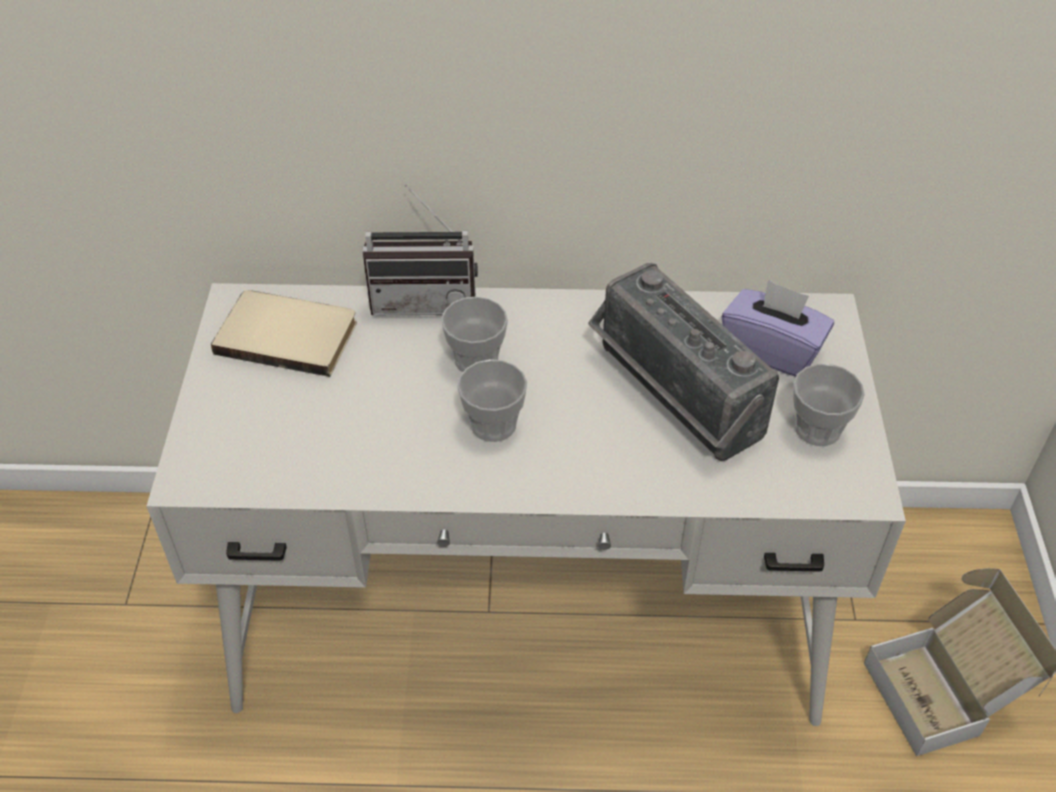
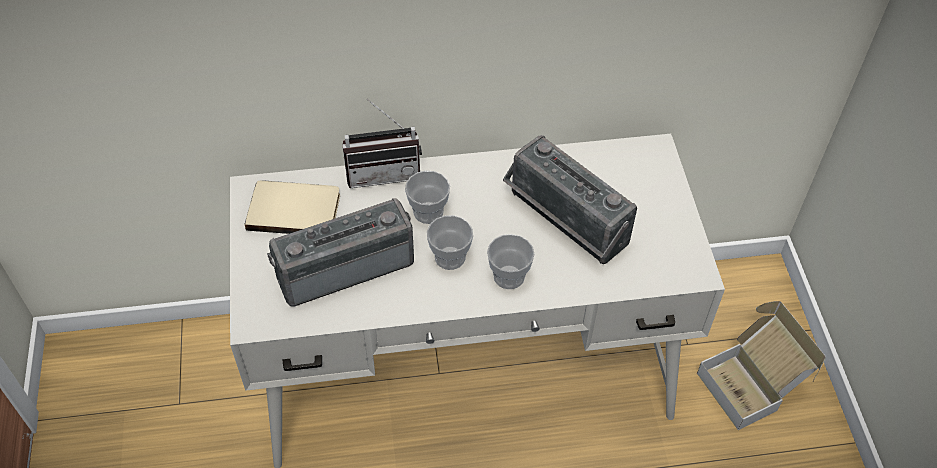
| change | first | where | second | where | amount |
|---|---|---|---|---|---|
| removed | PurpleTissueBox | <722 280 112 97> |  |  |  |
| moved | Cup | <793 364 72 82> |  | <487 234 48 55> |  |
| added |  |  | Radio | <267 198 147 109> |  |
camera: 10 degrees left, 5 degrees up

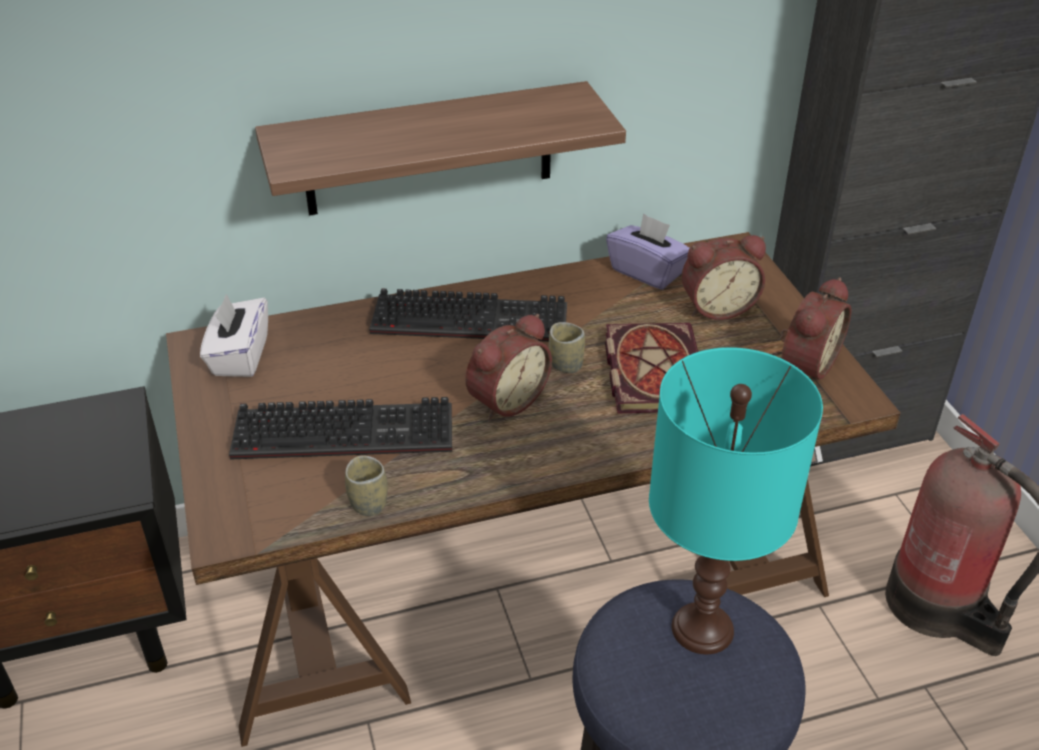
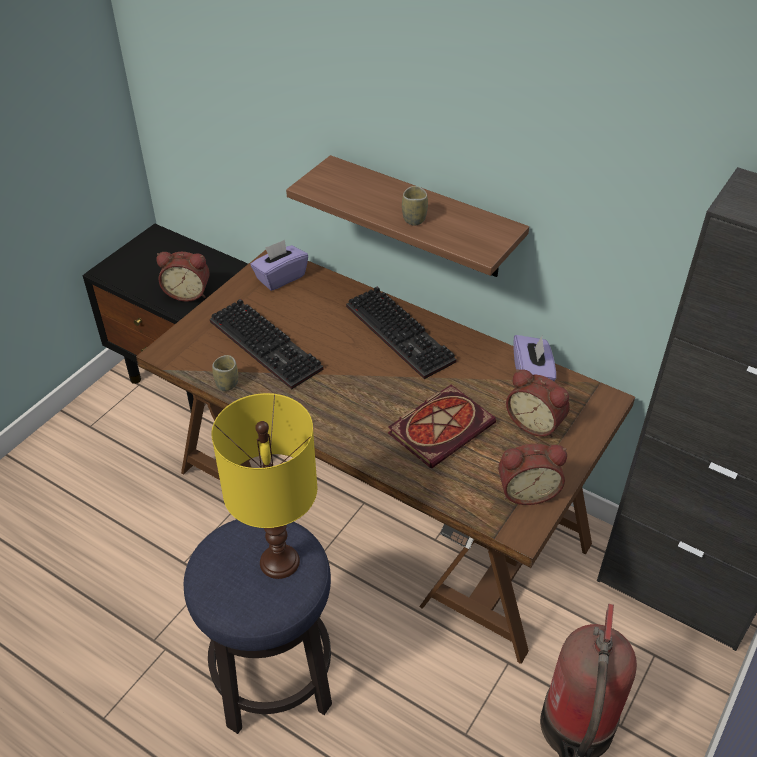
| change | first | where | second | where | amount |
|---|---|---|---|---|---|
| recoloured | WhiteTissueBox | <200 294 68 83> | PurpleTissueBox | <250 240 58 51> |  |
| moved | AlarmClock | <465 314 87 107> |  | <156 252 54 50> |  |
| moved | Cup | <549 322 36 51> |  | <402 186 26 40> |  |
| recoloured | TurquoiseTableLamp | <649 347 174 307> | YellowTableLamp | <211 393 106 186> |  |
camera: 50 degrees right, 5 degrees up

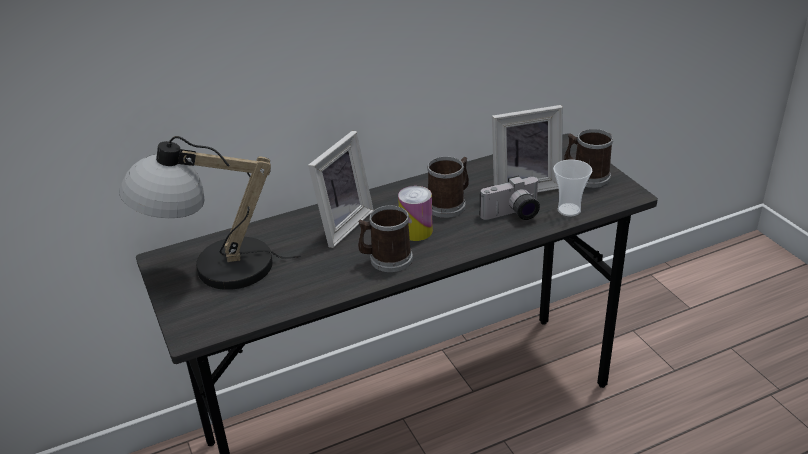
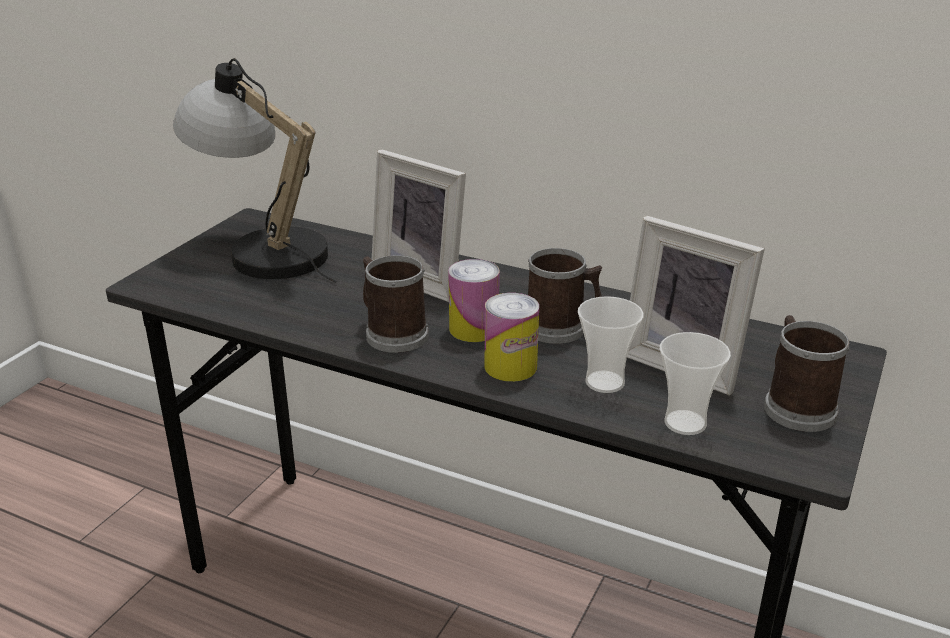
| change | first | where | second | where | amount |
|---|---|---|---|---|---|
| turned | PictureFrame | <308 131 66 117> |  | <372 149 94 153> | 45 degrees clockwise |
| replaced | PhotoCamera | <480 176 60 44> | Cup | <578 296 65 97> |  |
| added |  |  | Can | <485 293 54 89> |  |
camera: 50 degrees right, 5 degrees down

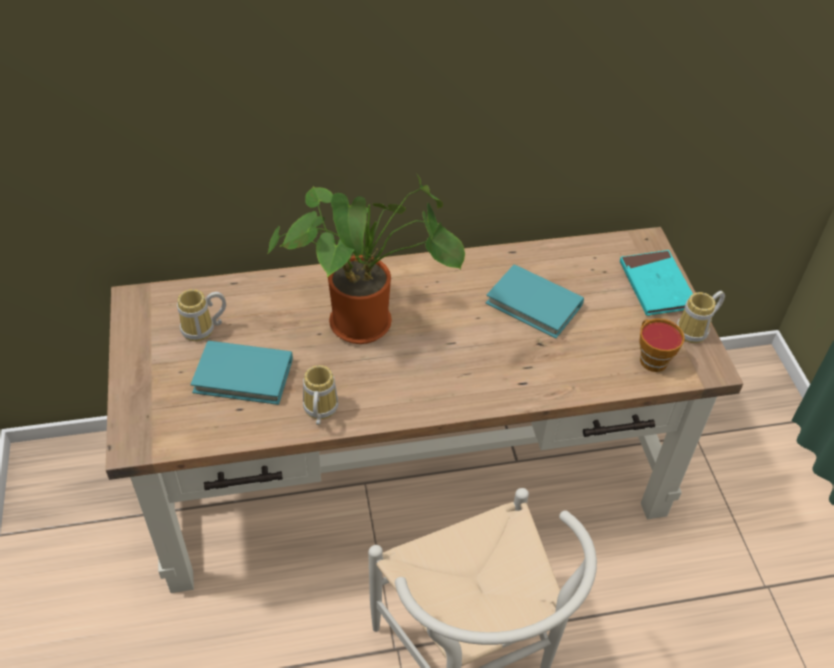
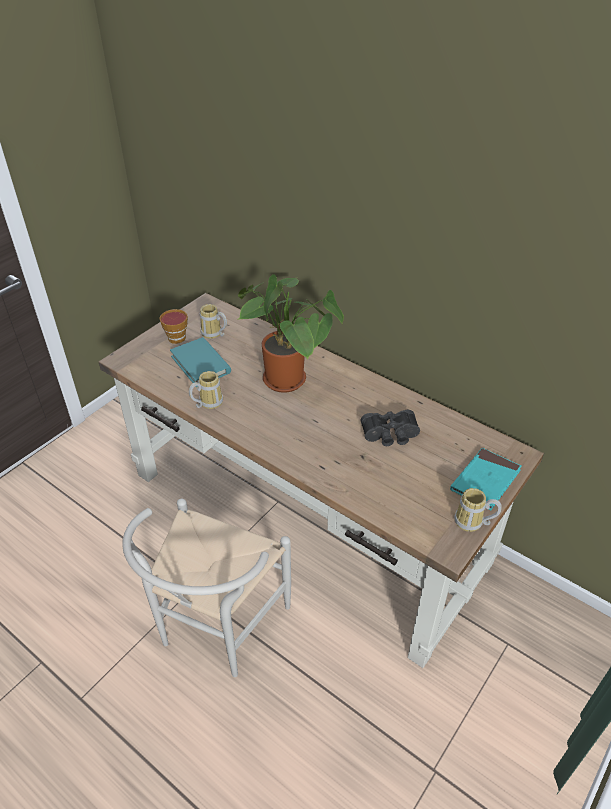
| change | first | where | second | where | amount |
|---|---|---|---|---|---|
| replaced | TurquoiseBook | <486 264 98 74> | BlackBinoculars | <361 410 59 36> |  |
| moved | Cup | <640 318 45 54> |  | <159 309 29 35> |  |
camera: 50 degrees right, 5 degrees down

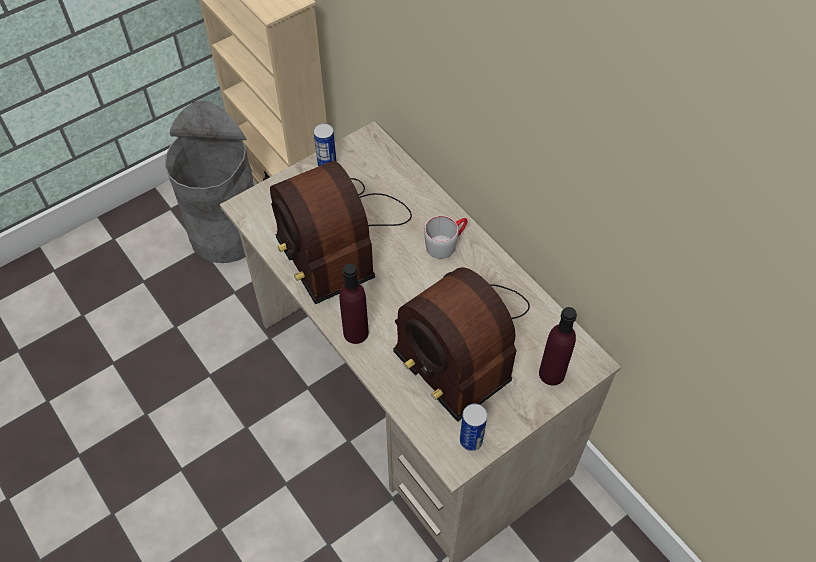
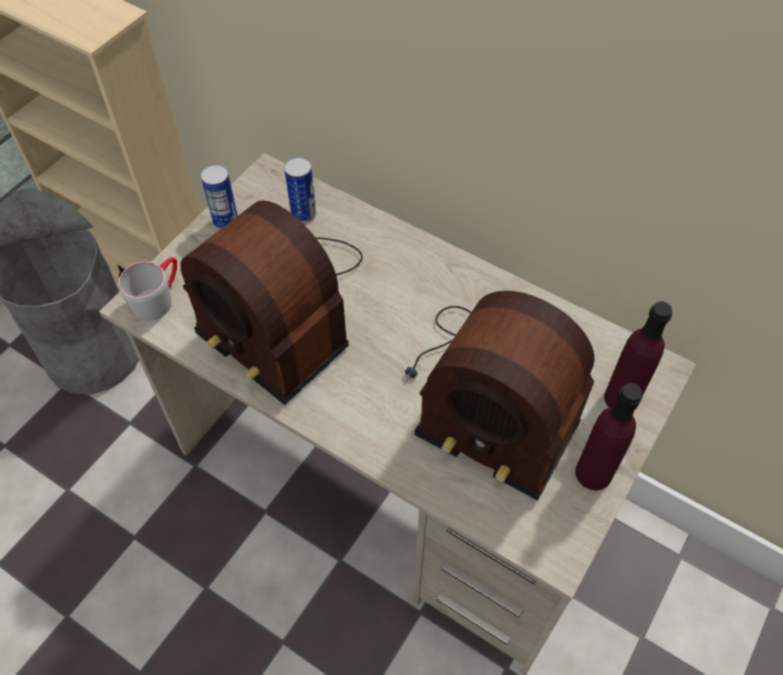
| change | first | where | second | where | amount |
|---|---|---|---|---|---|
| moved | GreyMug | <424 216 44 43> |  | <119 257 58 63> |  |
| moved | PurpleBottle | <339 263 30 81> |  | <575 383 68 107> |  |
| moved | Can | <460 404 27 47> |  | <284 157 32 66> |  |
camera: 20 degrees left, 0 degrees up

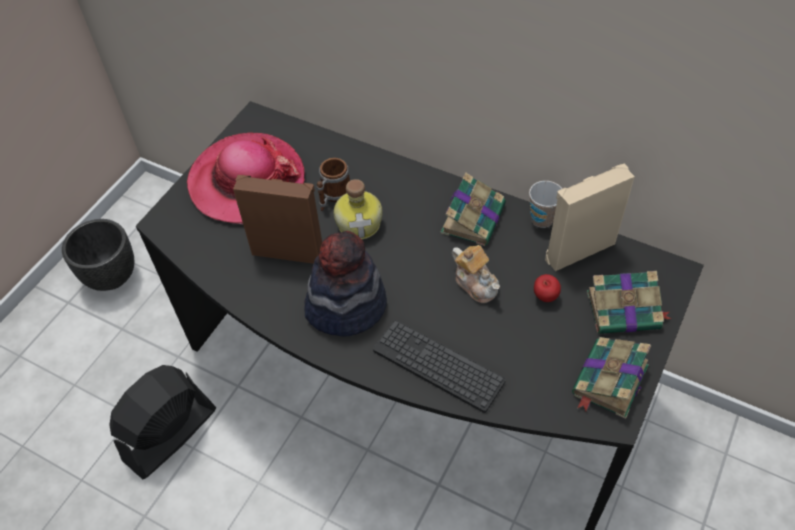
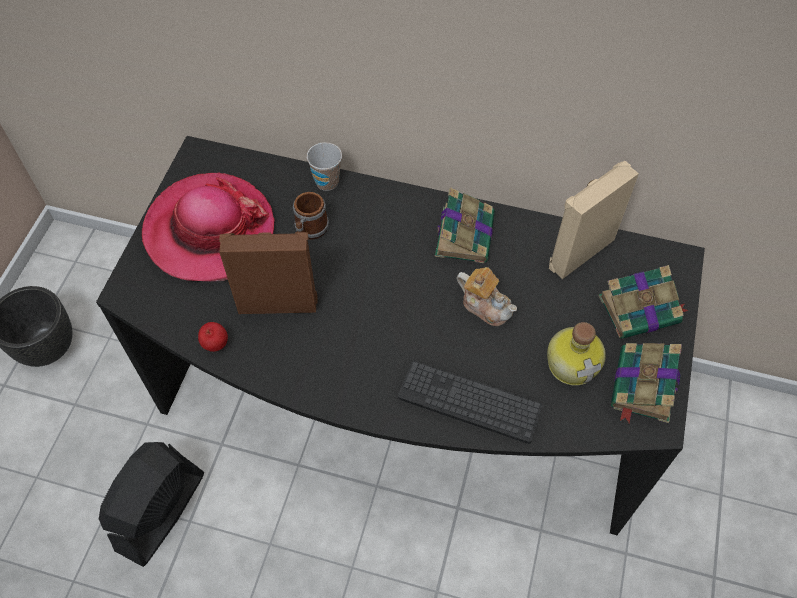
| change | first | where | second | where | amount |
|---|---|---|---|---|---|
| moved | Bottle | <333 179 49 61> |  | <547 322 59 64> |  |
| moved | Cup | <529 181 33 47> |  | <307 142 35 49> |  |
| removed | Hat | <304 231 83 106> |  |  |  |
| moved | Apple | <534 274 27 28> |  | <198 322 30 30> |  |
camera: 15 degrees left, 5 degrees up

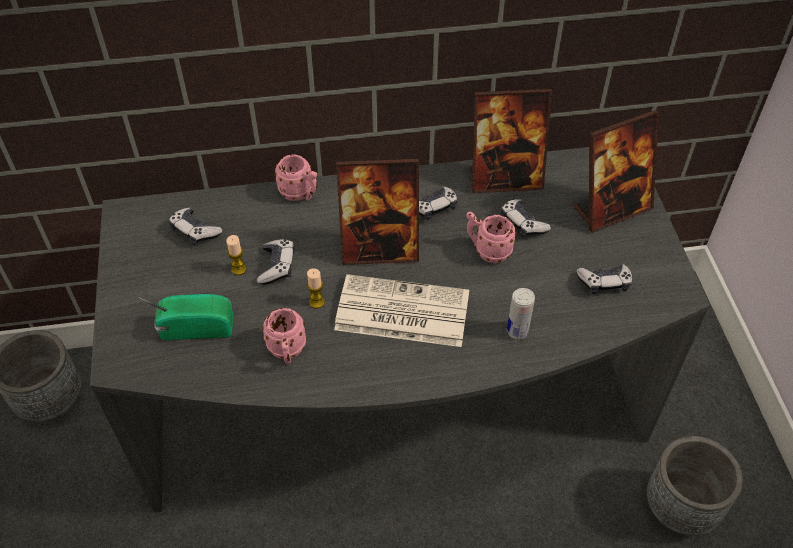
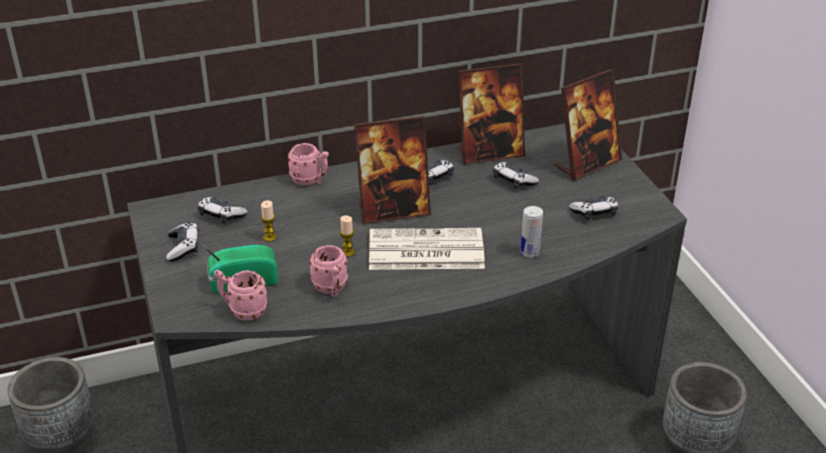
| change | first | where | second | where | amount |
|---|---|---|---|---|---|
| moved | PinkMug | <466 212 51 51> |  | <214 270 54 51> |  |
| moved | GameController | <257 239 38 46> |  | <166 222 33 40> |  |
camera: 10 degrees left, 15 degrees down

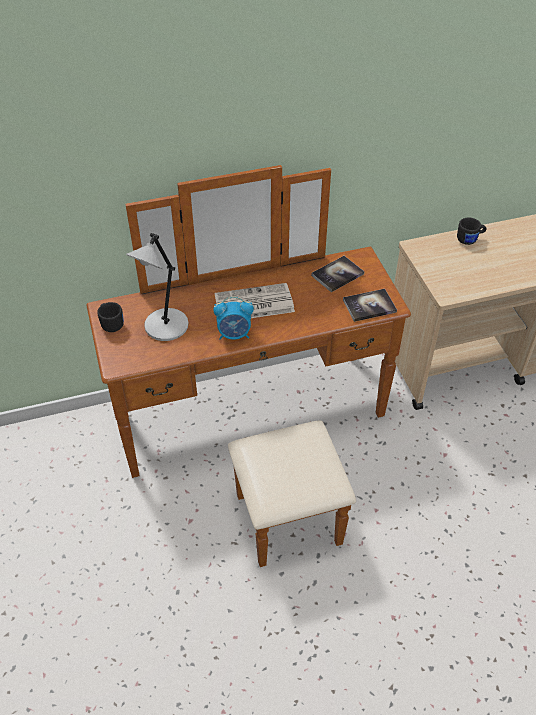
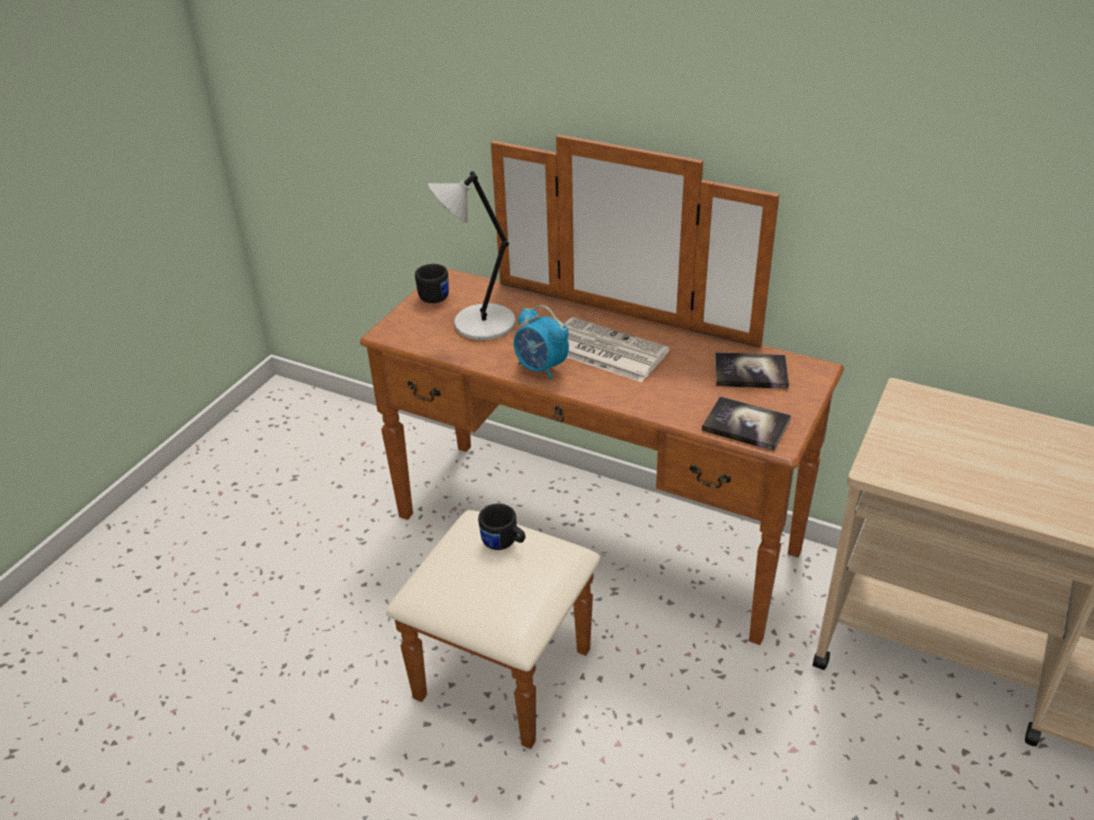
| change | first | where | second | where | amount |
|---|---|---|---|---|---|
| moved | BlackMug | <457 218 30 27> |  | <478 503 47 47> |  |
camera: 45 degrees right, 10 degrees down

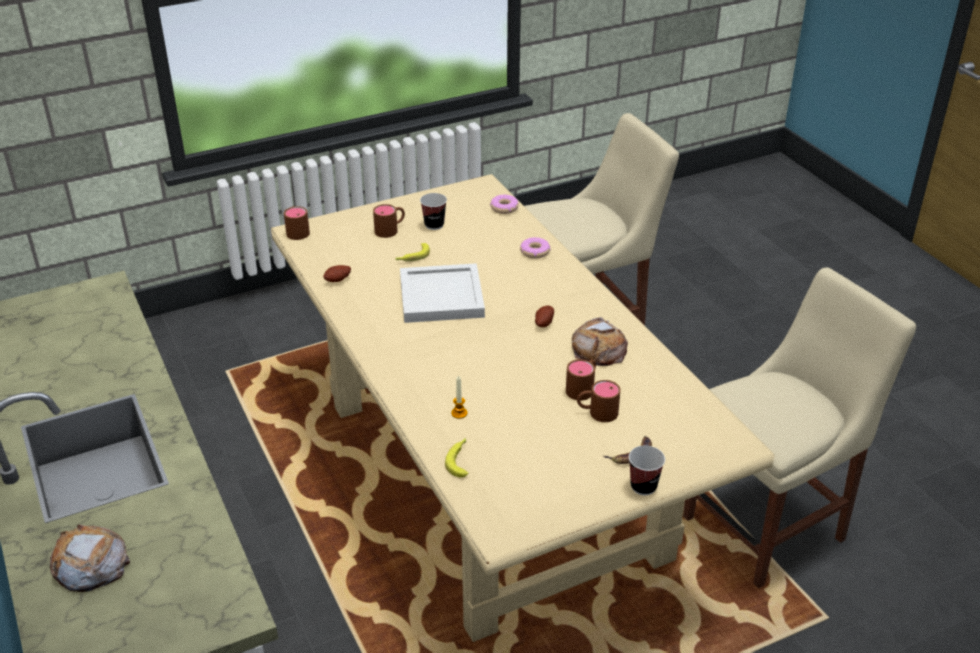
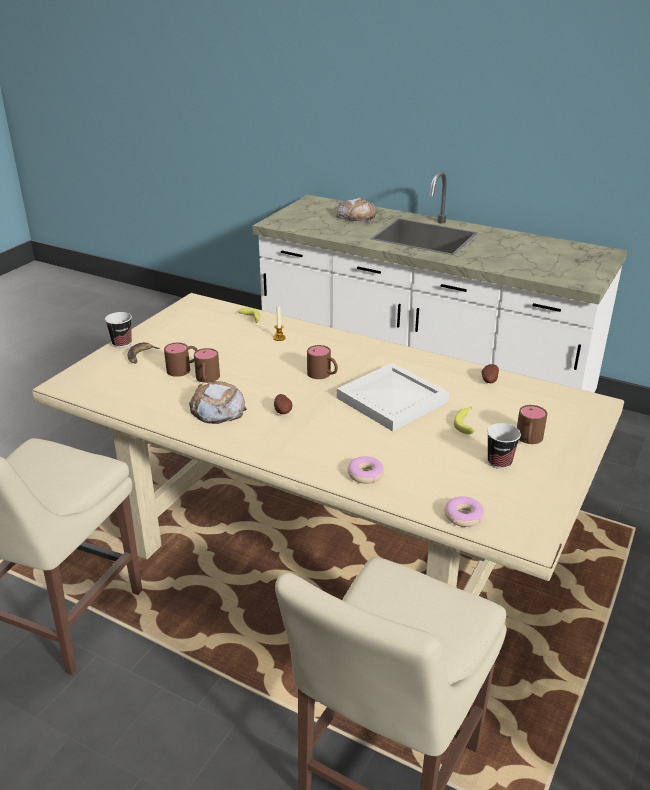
| change | first | where | second | where | amount |
|---|---|---|---|---|---|
| moved | BrownMug | <284 206 26 34> |  | <307 345 31 34> |  |
camera: 145 degrees right, 5 degrees down

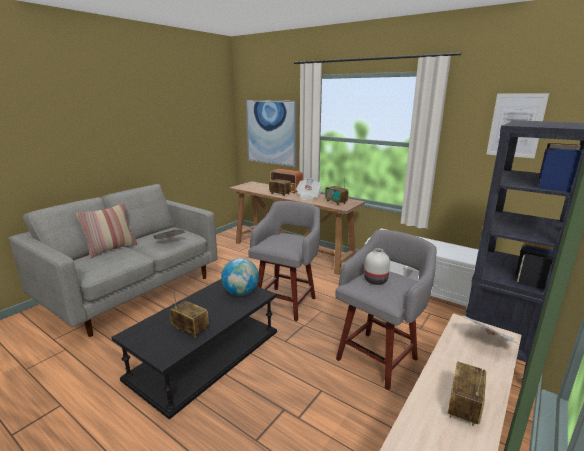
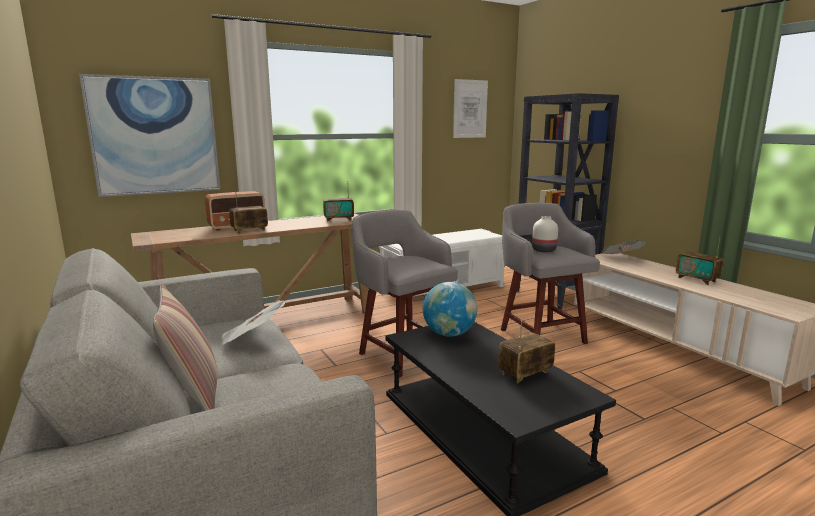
| change | first | where | second | where | amount |
|---|---|---|---|---|---|
| removed | Newspaper | <296 178 26 22> |  |  |  |
camera: 65 degrees left, 5 degrees down

